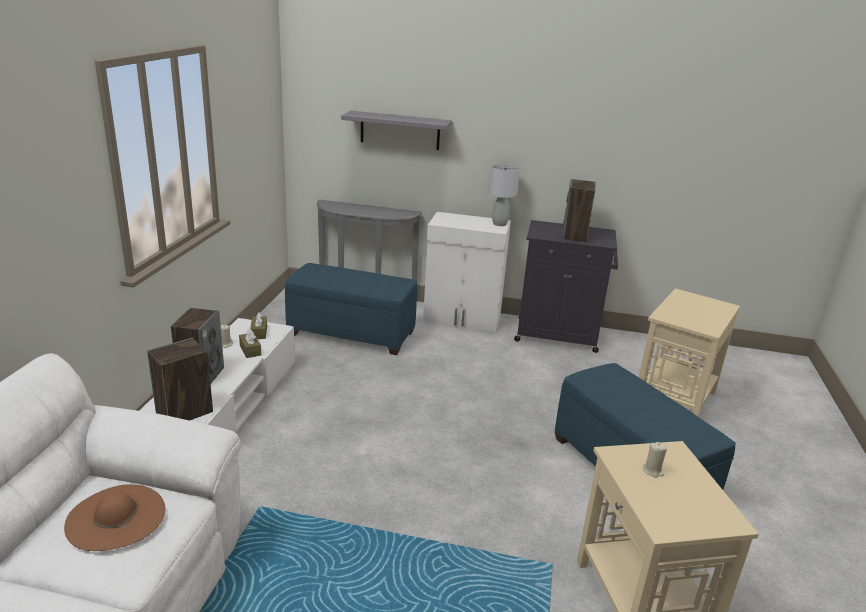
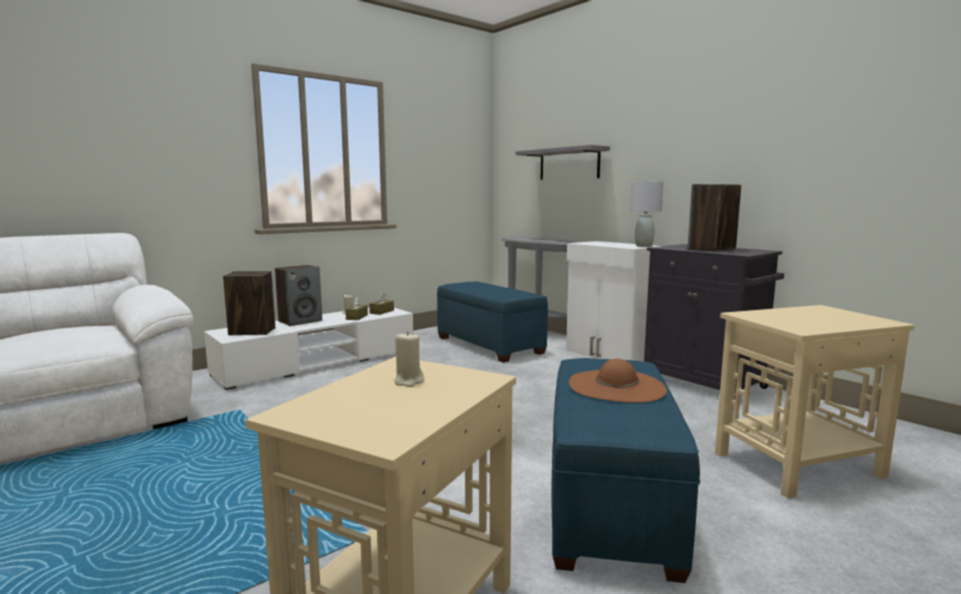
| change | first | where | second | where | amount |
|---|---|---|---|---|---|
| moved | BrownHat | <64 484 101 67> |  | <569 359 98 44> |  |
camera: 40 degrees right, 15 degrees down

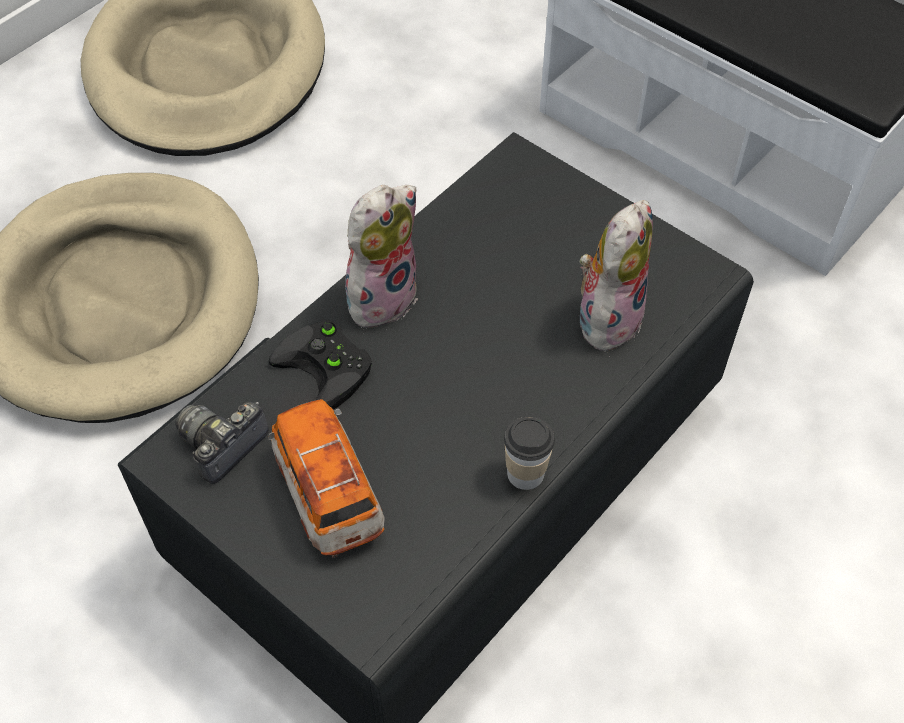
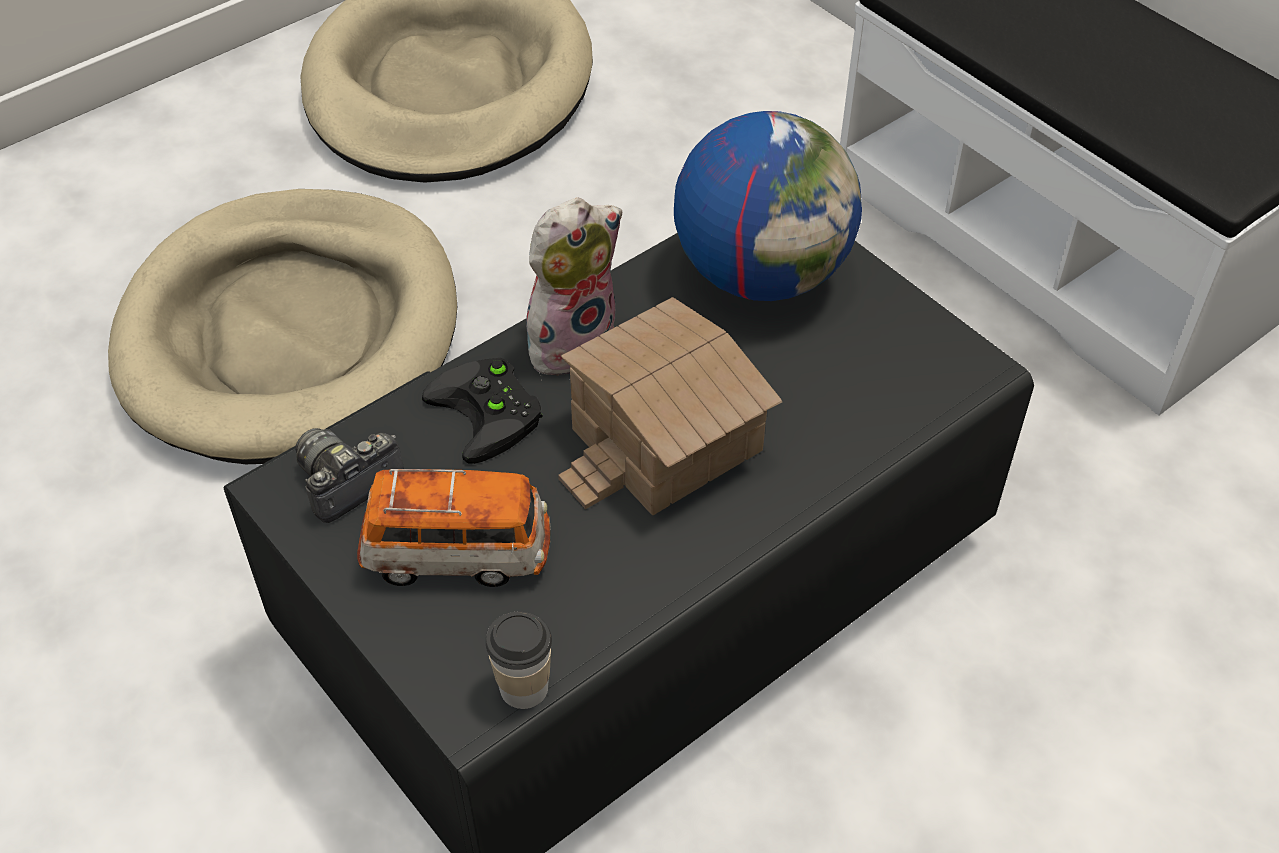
| change | first | where | second | where | amount |
|---|---|---|---|---|---|
| removed | PlushToy | <573 200 80 157> |  |  |  |
| turned | ToyCar | <269 399 116 159> |  | <357 469 194 118> | 105 degrees clockwise |
| moved | Cup | <504 417 51 73> |  | <486 612 66 97> |  |
| added |  |  | Globe | <674 111 188 190> |  |
| added |  |  | ToyHouse | <558 297 224 218> |  |
camera: 10 degrees right, 5 degrees down

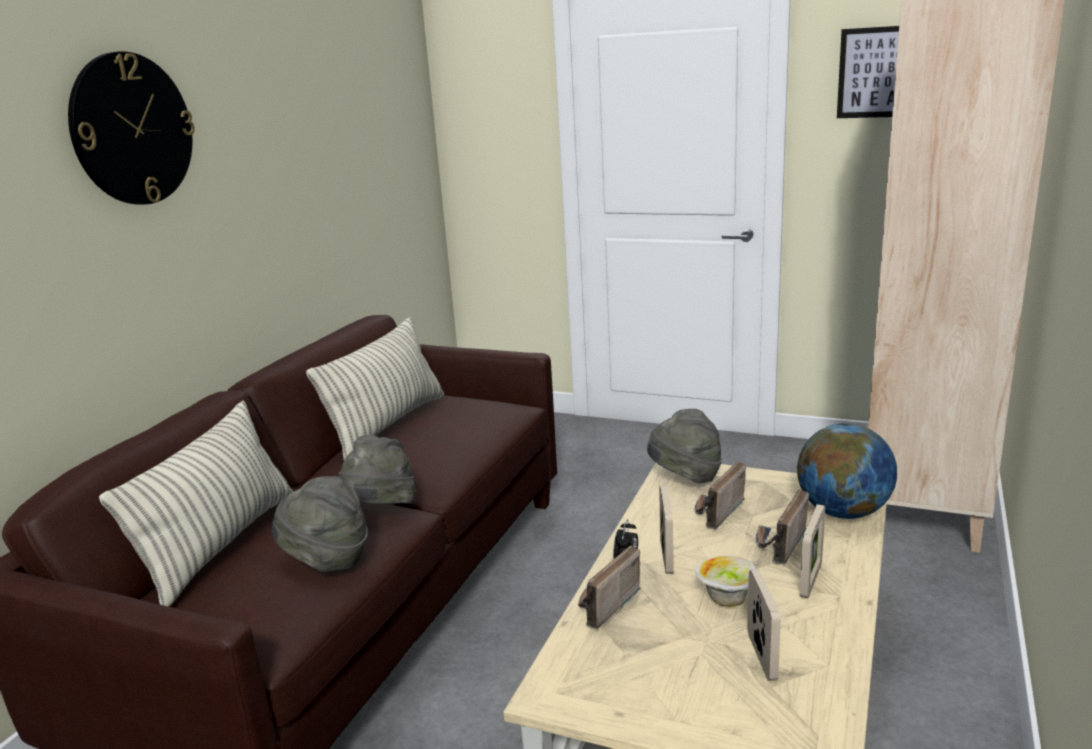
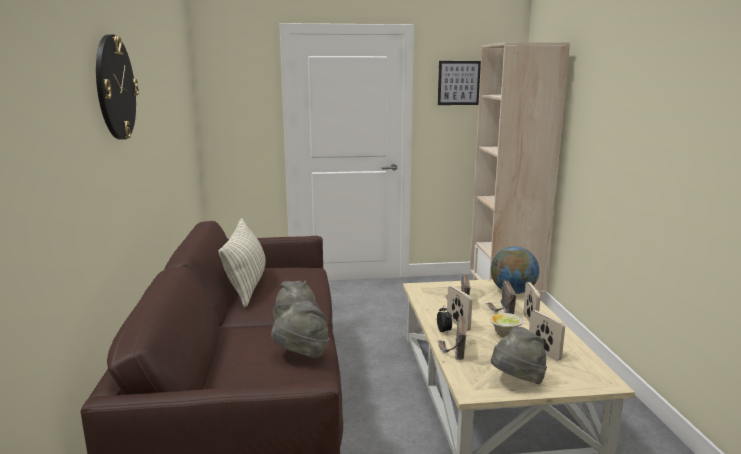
| change | first | where | second | where | amount |
|---|---|---|---|---|---|
| removed | Pillow | <99 401 194 206> |  |  |  |
| moved | GreyHat | <647 409 75 74> |  | <491 327 56 57> |  |
camera: 30 degrees left, 5 degrees down

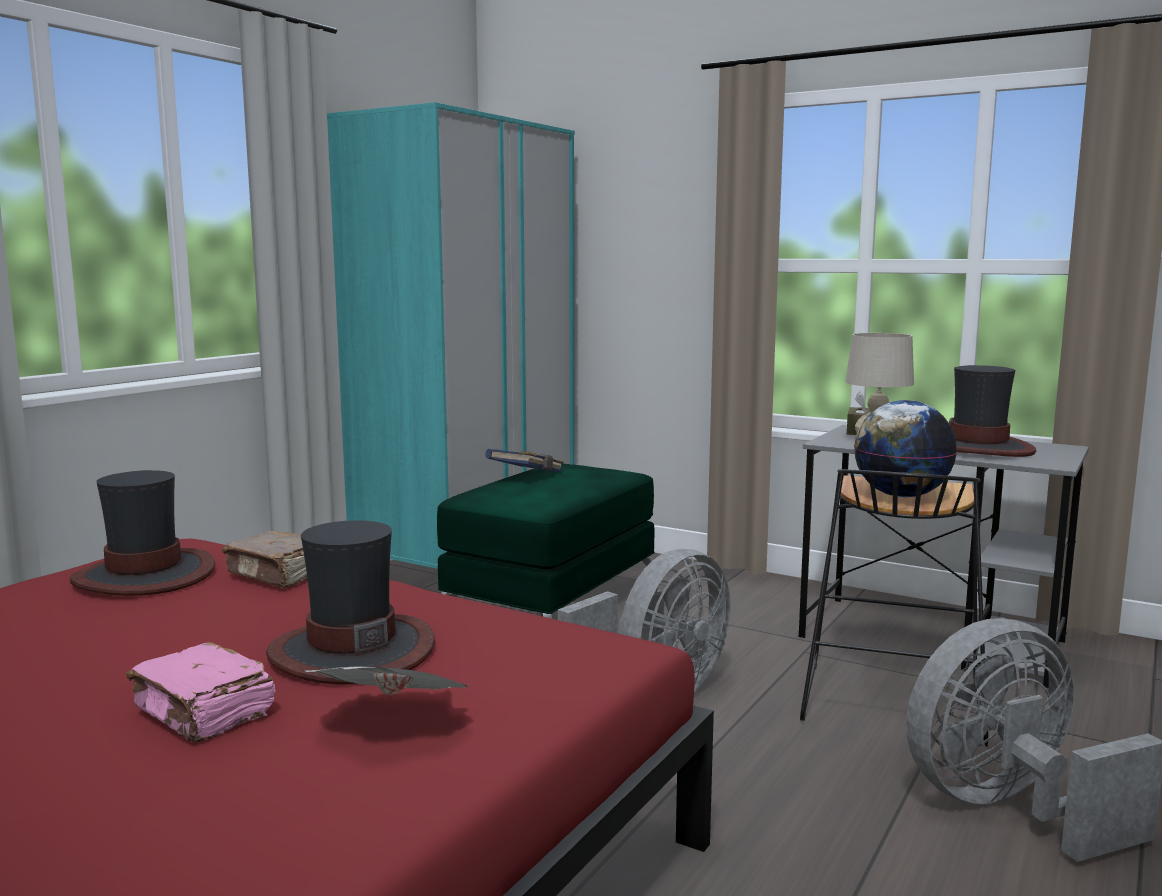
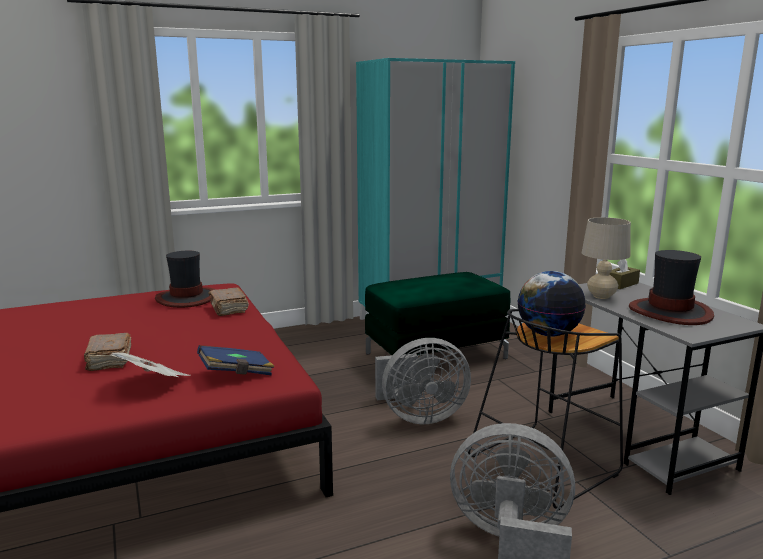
| change | first | where | second | where | amount |
|---|---|---|---|---|---|
| moved | BlueBook | <486 449 78 24> |  | <197 345 77 30> |  |
| removed | Hat | <266 520 169 165> |  |  |  |
| recoloured | PinkBook | <126 642 149 100> | BrownBook | <84 333 47 38> |  |
camera: 35 degrees right, 5 degrees up

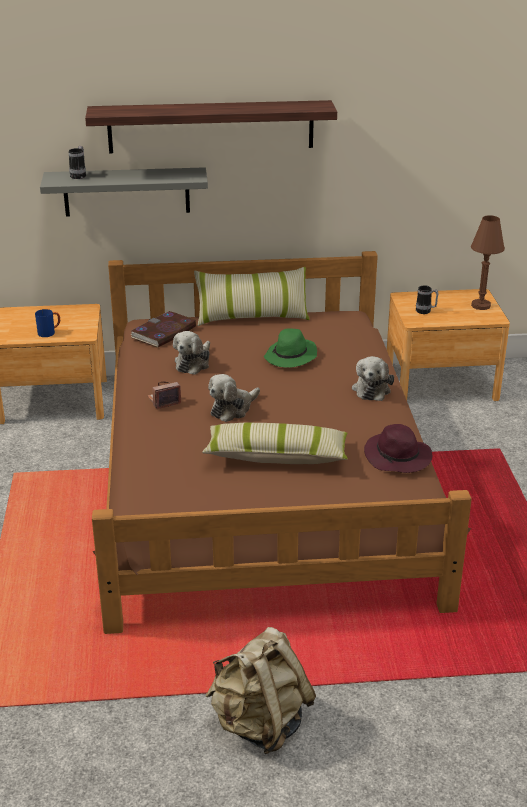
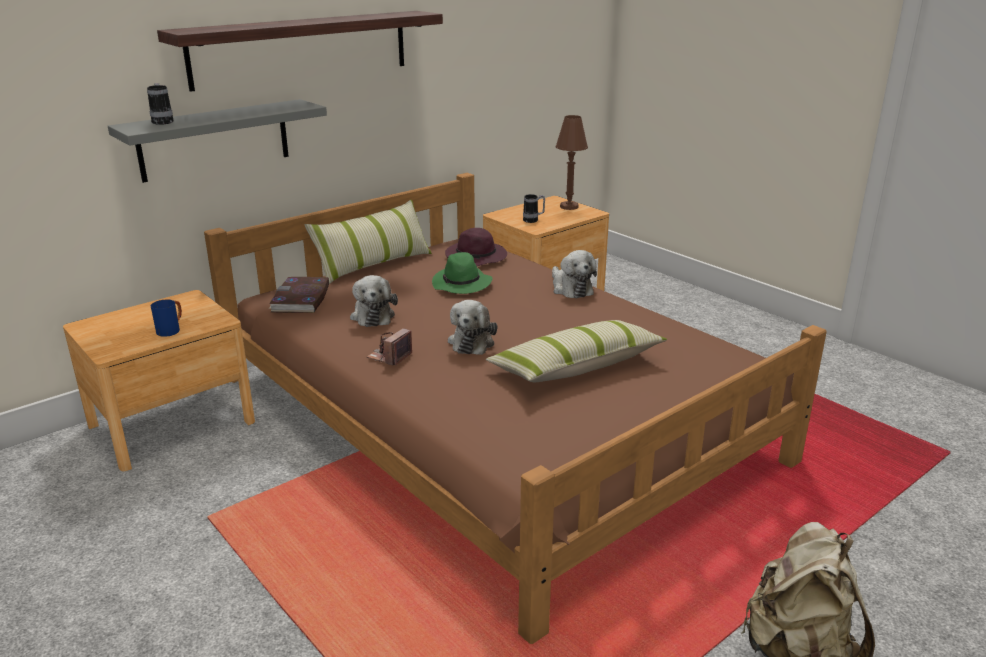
| change | first | where | second | where | amount |
|---|---|---|---|---|---|
| moved | PurpleHat | <364 424 68 49> |  | <445 228 62 38> |  |
camera: 35 degrees left, 5 degrees down

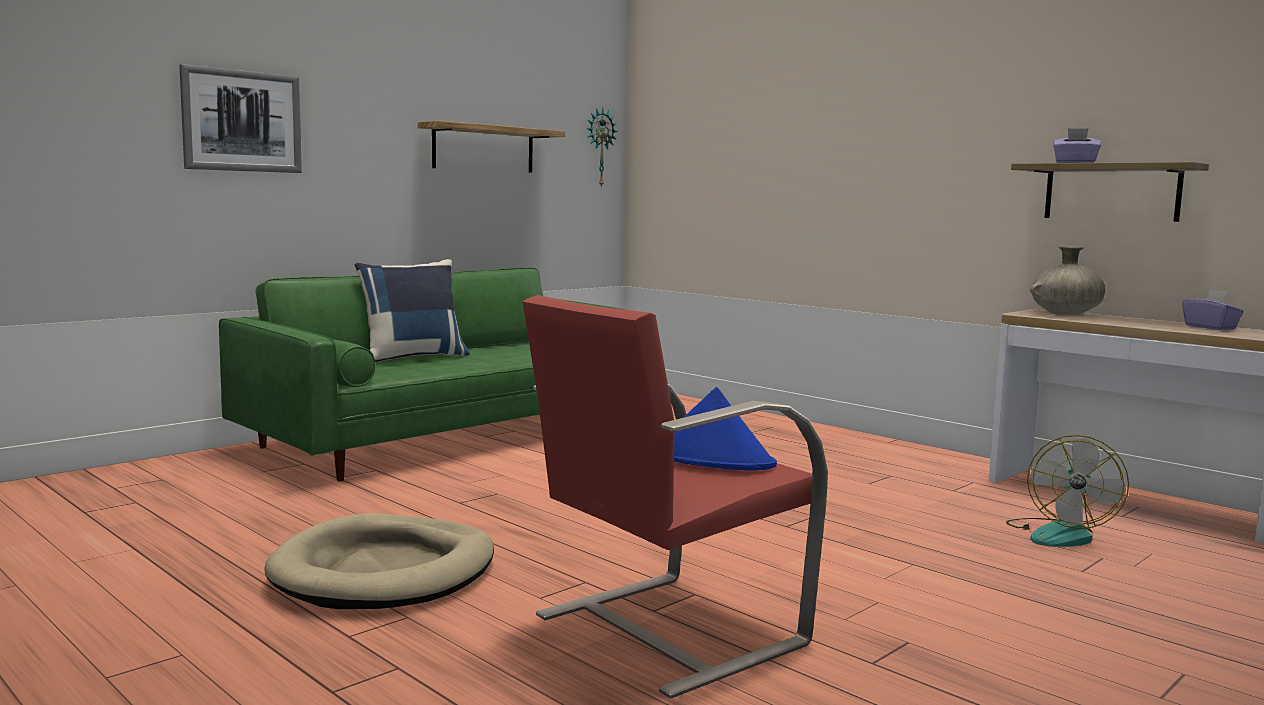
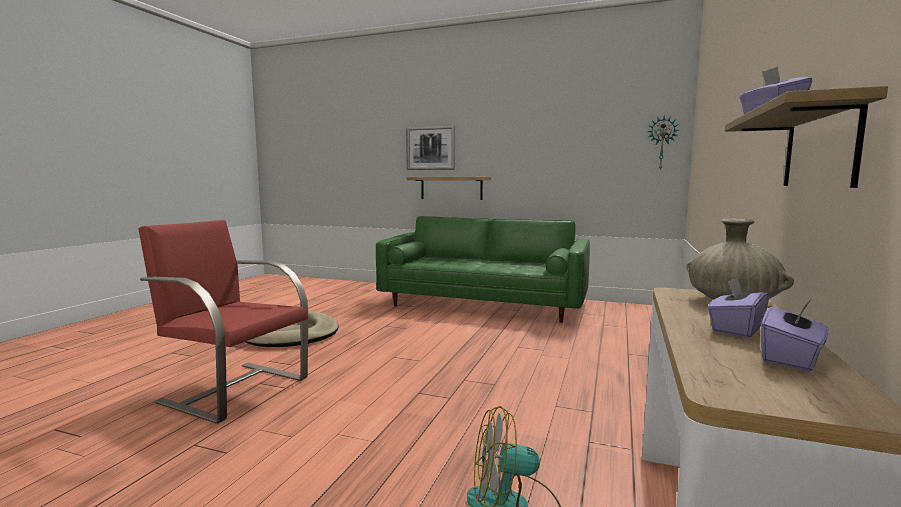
| change | first | where | second | where | amount |
|---|---|---|---|---|---|
| moved | Shelf | <418 121 147 52> |  | <407 177 84 23> |  |
| removed | BluePillow | <355 259 115 103> |  |  |  |
| removed | BlueHat | <674 387 103 84> |  |  |  |
| added |  |  | PurpleTissueBox | <708 277 61 61> |  |
camera: 65 degrees right, 0 degrees up

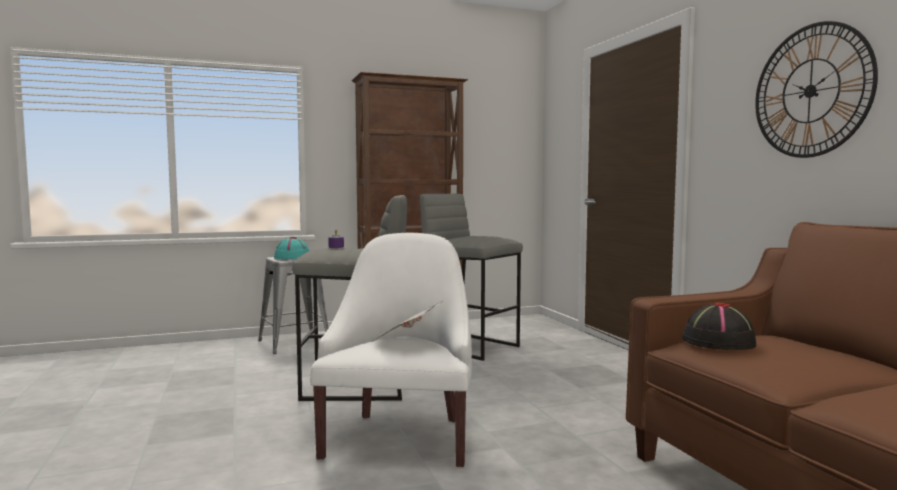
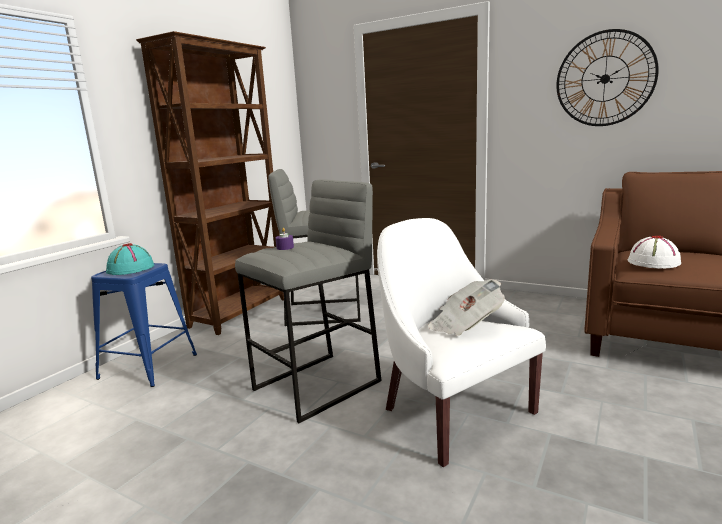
| change | first | where | second | where | amount |
|---|---|---|---|---|---|
| recoloured | GreyStool | <258 257 70 97> | BlueStool | <91 263 106 124> |  |
| recoloured | BlackHat | <682 303 74 47> | WhiteHat | <627 236 54 33> |  |
camera: 40 degrees left, 10 degrees up

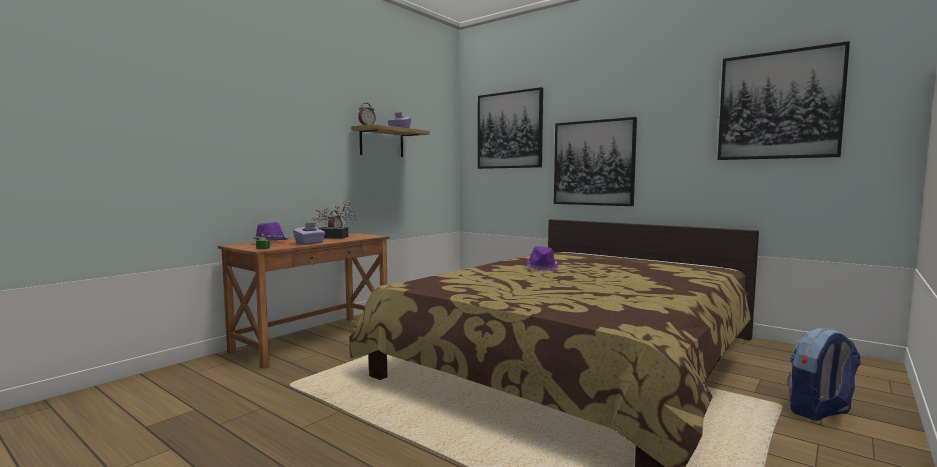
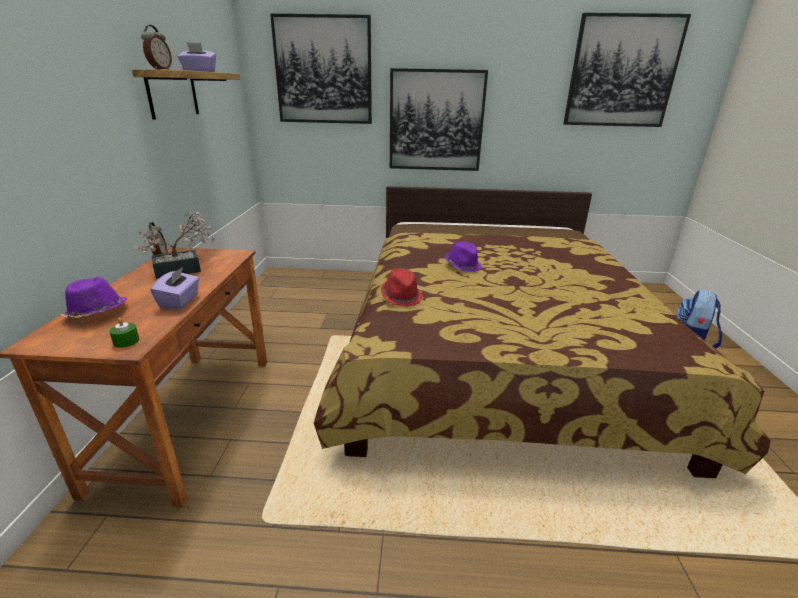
| change | first | where | second | where | amount |
|---|---|---|---|---|---|
| added |  |  | RedHat | <381 268 41 39> |  |
camera: 35 degrees left, 20 degrees up

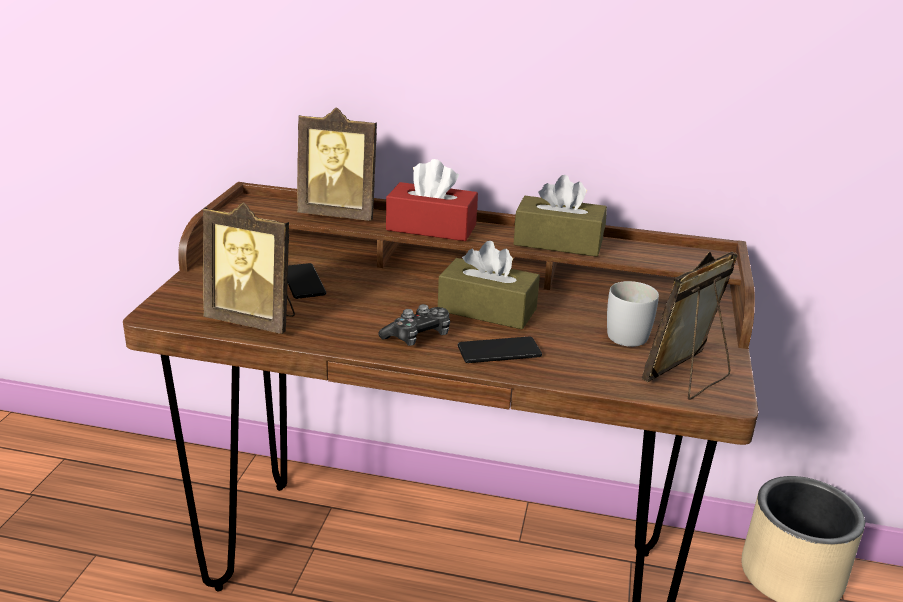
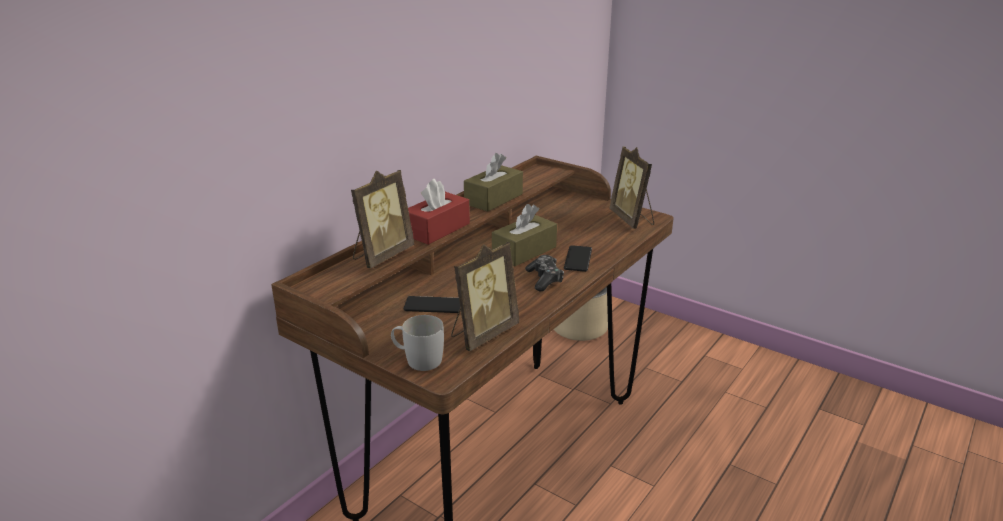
| change | first | where | second | where | amount |
|---|---|---|---|---|---|
| moved | WhiteMug | <607 281 52 66> |  | <391 315 53 56> |  |
camera: 65 degrees left, 0 degrees up

